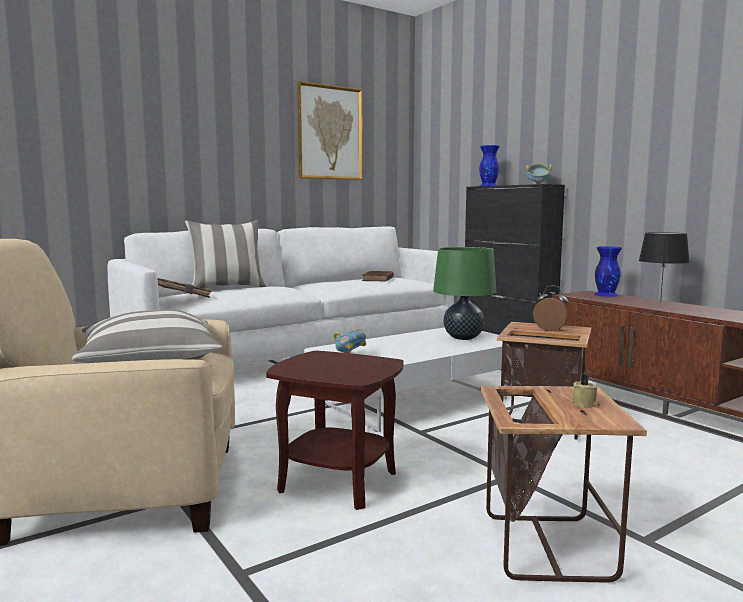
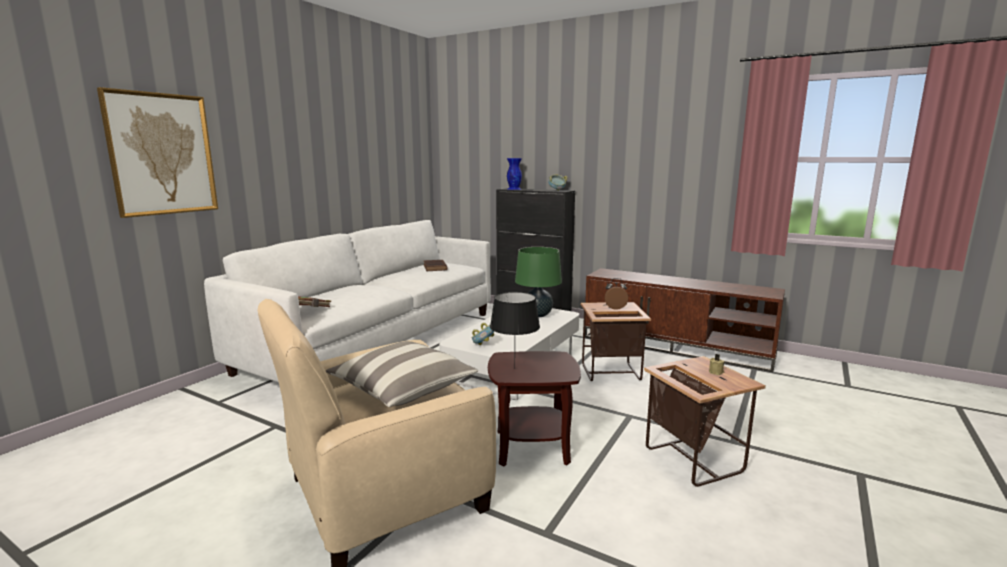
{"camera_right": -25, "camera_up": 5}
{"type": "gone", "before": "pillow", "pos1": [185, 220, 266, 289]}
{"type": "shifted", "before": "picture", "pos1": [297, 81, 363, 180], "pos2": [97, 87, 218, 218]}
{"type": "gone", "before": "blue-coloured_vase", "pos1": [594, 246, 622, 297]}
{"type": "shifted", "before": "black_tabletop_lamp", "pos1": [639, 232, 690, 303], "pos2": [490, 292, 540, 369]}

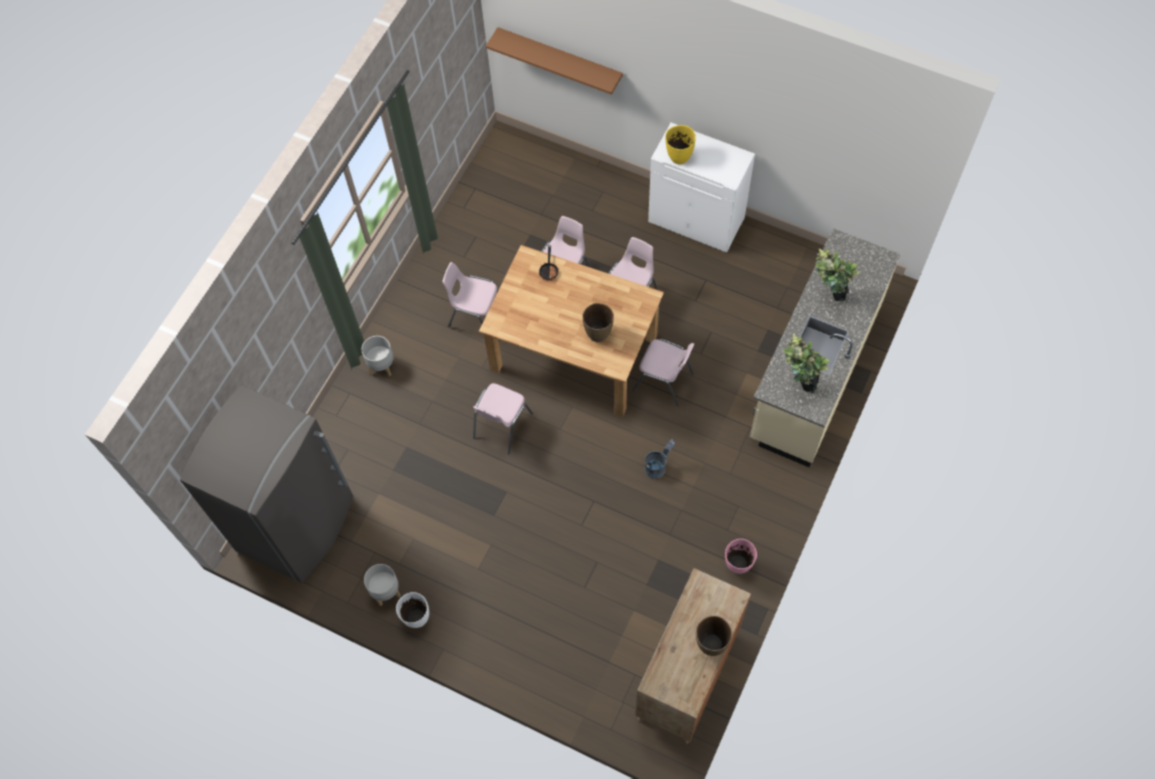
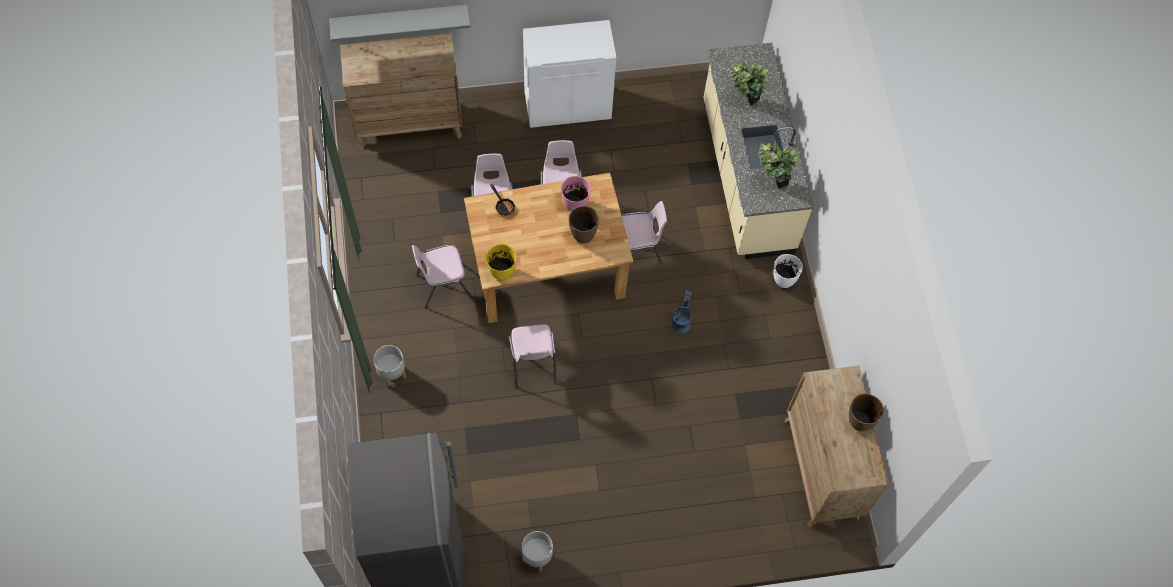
{"camera_right": -40, "camera_up": 0}
{"type": "shifted", "before": "whitish_vase", "pos1": [396, 592, 429, 628], "pos2": [773, 254, 803, 288]}
{"type": "repainted", "before": "brown_shelf", "after": "grey_shelf", "pos1": [486, 27, 623, 95], "pos2": [329, 5, 470, 42]}
{"type": "shifted", "before": "yellow-coloured_vase", "pos1": [665, 125, 696, 164], "pos2": [486, 244, 516, 280]}
{"type": "shifted", "before": "pink_vase", "pos1": [725, 539, 757, 574], "pos2": [561, 176, 591, 211]}
{"type": "new", "after": "brown_drawer_chest", "pos2": [340, 34, 462, 149]}

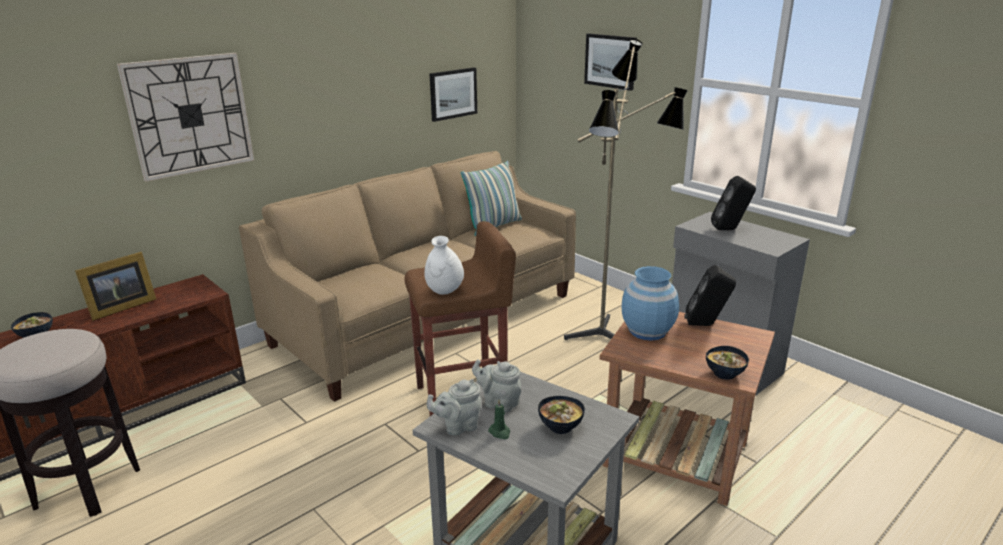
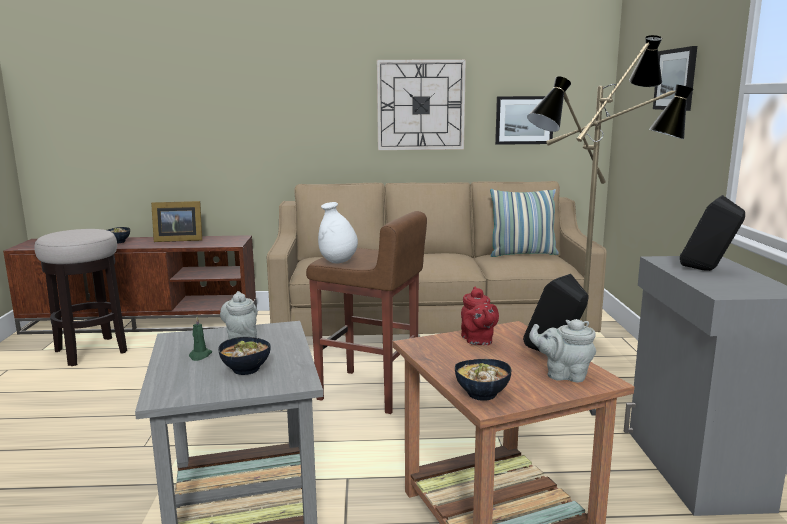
{"camera_right": 40, "camera_up": -10}
{"type": "shifted", "before": "clock_on_the_wall", "pos1": [117, 53, 254, 182], "pos2": [377, 59, 466, 150]}
{"type": "shifted", "before": "grey_pot_for_tea", "pos1": [427, 379, 481, 435], "pos2": [529, 319, 596, 382]}
{"type": "swapped", "before": "blue-coloured_vase", "after": "red_pot_for_tea", "pos1": [622, 266, 679, 341], "pos2": [461, 287, 499, 345]}

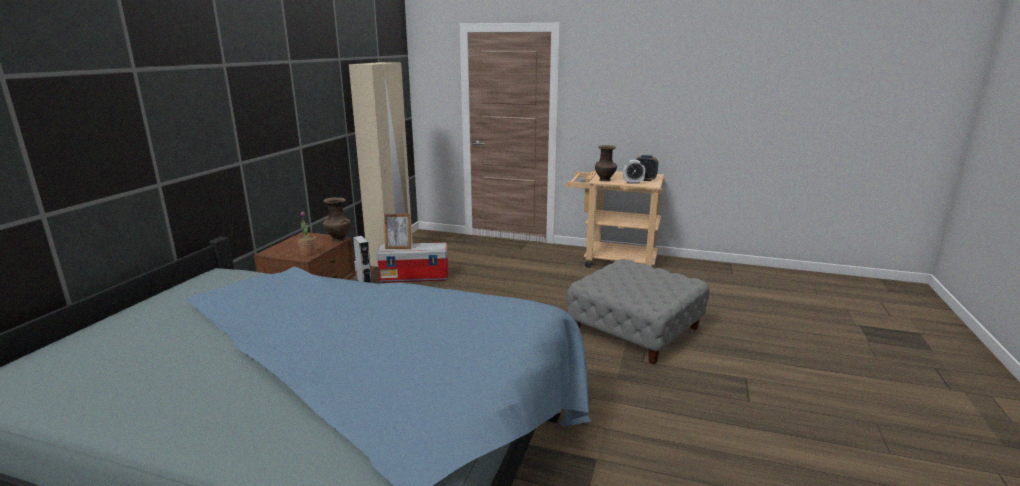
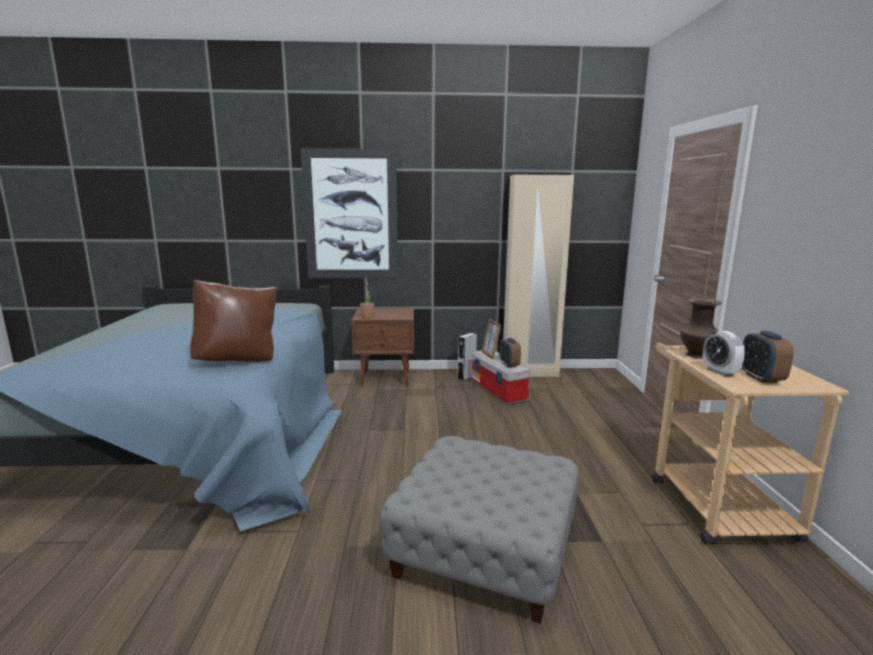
{"camera_right": 70, "camera_up": -5}
{"type": "gone", "before": "brown_vase", "pos1": [323, 197, 351, 241]}
{"type": "new", "after": "brown_pillow", "pos2": [190, 279, 277, 362]}
{"type": "new", "after": "picture", "pos2": [301, 148, 398, 278]}
{"type": "new", "after": "table_clock", "pos2": [500, 338, 521, 368]}

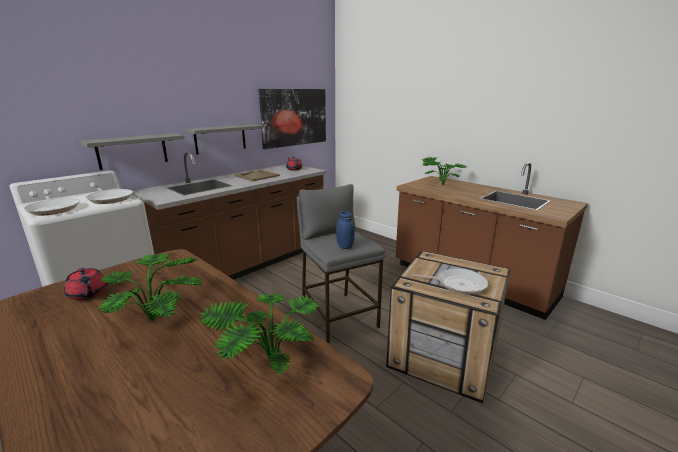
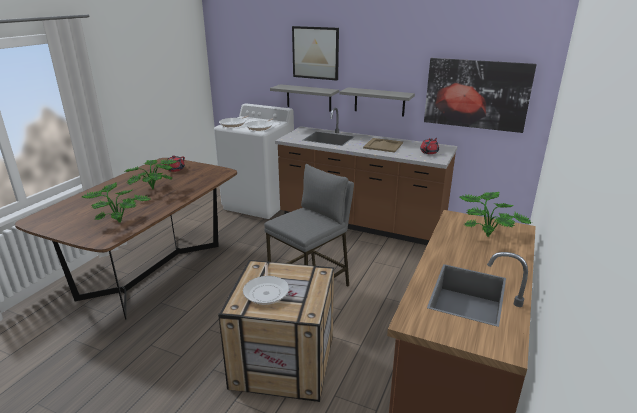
{"camera_right": 70, "camera_up": 5}
{"type": "gone", "before": "blue-coloured_preserve_jar", "pos1": [336, 211, 355, 249]}
{"type": "new", "after": "picture", "pos2": [292, 26, 339, 81]}

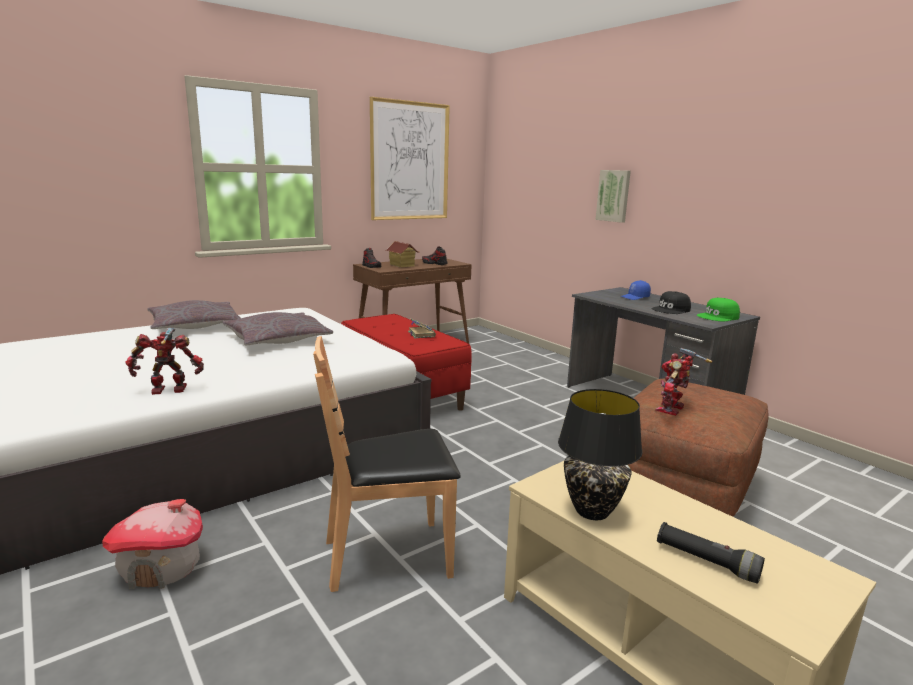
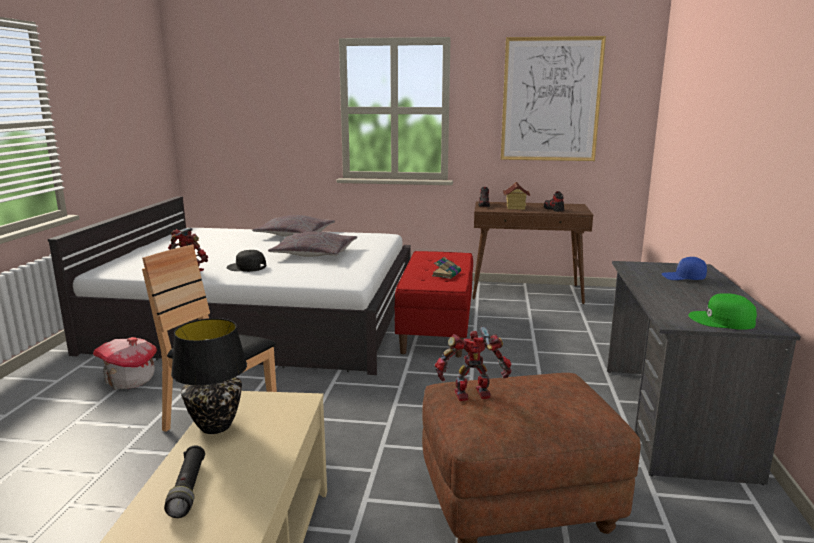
{"camera_right": 45, "camera_up": 0}
{"type": "gone", "before": "picture", "pos1": [596, 170, 631, 223]}
{"type": "shifted", "before": "black_cap", "pos1": [652, 291, 691, 314], "pos2": [226, 250, 266, 272]}

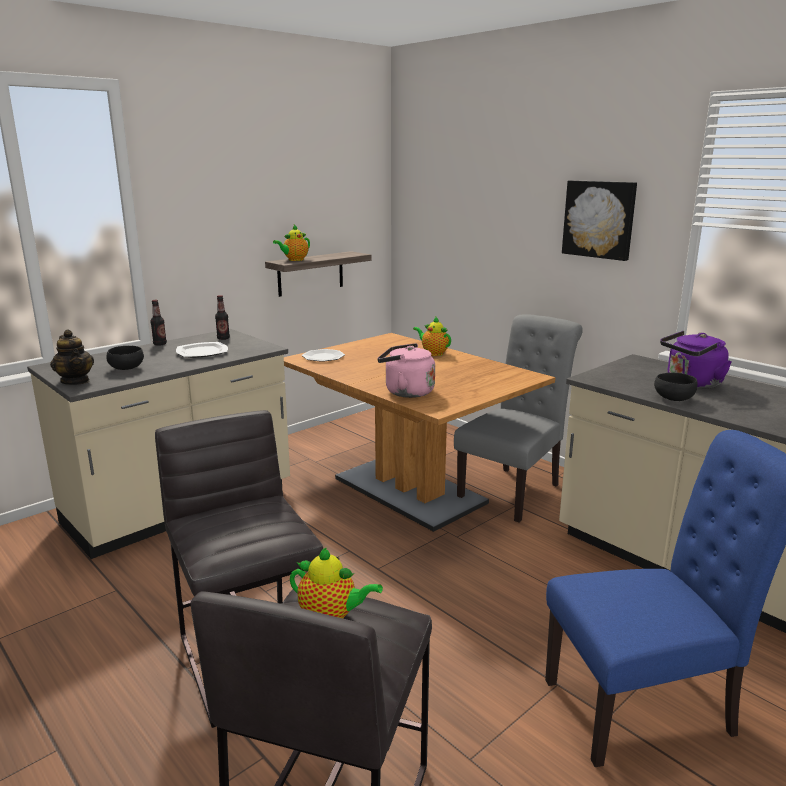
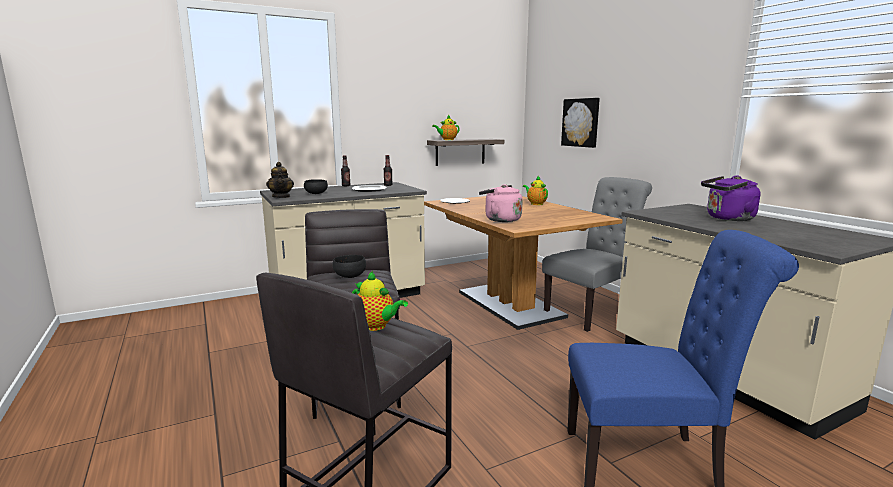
{"camera_right": 15, "camera_up": -5}
{"type": "shifted", "before": "picture", "pos1": [562, 180, 637, 261], "pos2": [561, 98, 600, 148]}
{"type": "shifted", "before": "black_deep_dish", "pos1": [654, 373, 698, 401], "pos2": [332, 255, 366, 278]}

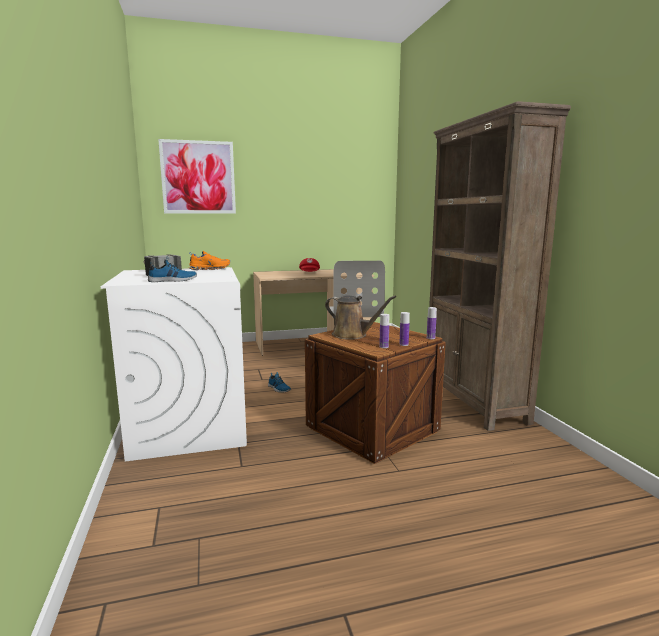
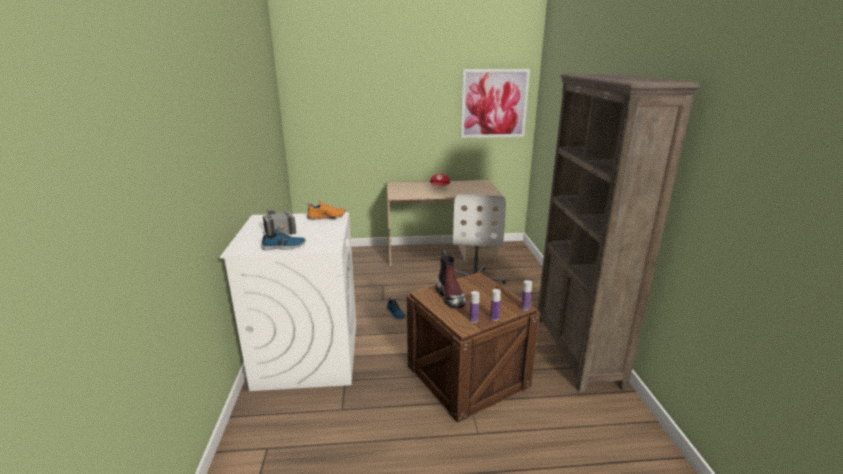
{"camera_right": 10, "camera_up": 10}
{"type": "shifted", "before": "picture", "pos1": [158, 139, 236, 213], "pos2": [461, 69, 530, 138]}
{"type": "swapped", "before": "brown_sprinkling_can", "after": "boot", "pos1": [325, 295, 396, 340], "pos2": [436, 250, 466, 308]}

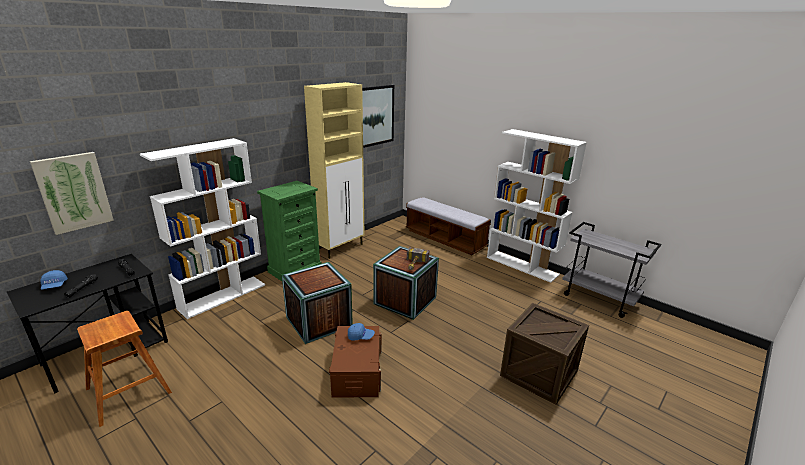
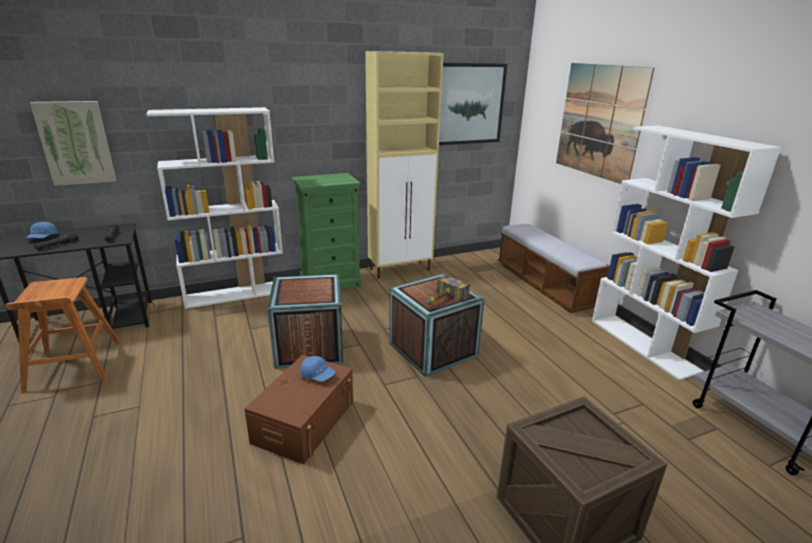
{"camera_right": 25, "camera_up": 0}
{"type": "new", "after": "picture", "pos2": [556, 63, 654, 184]}

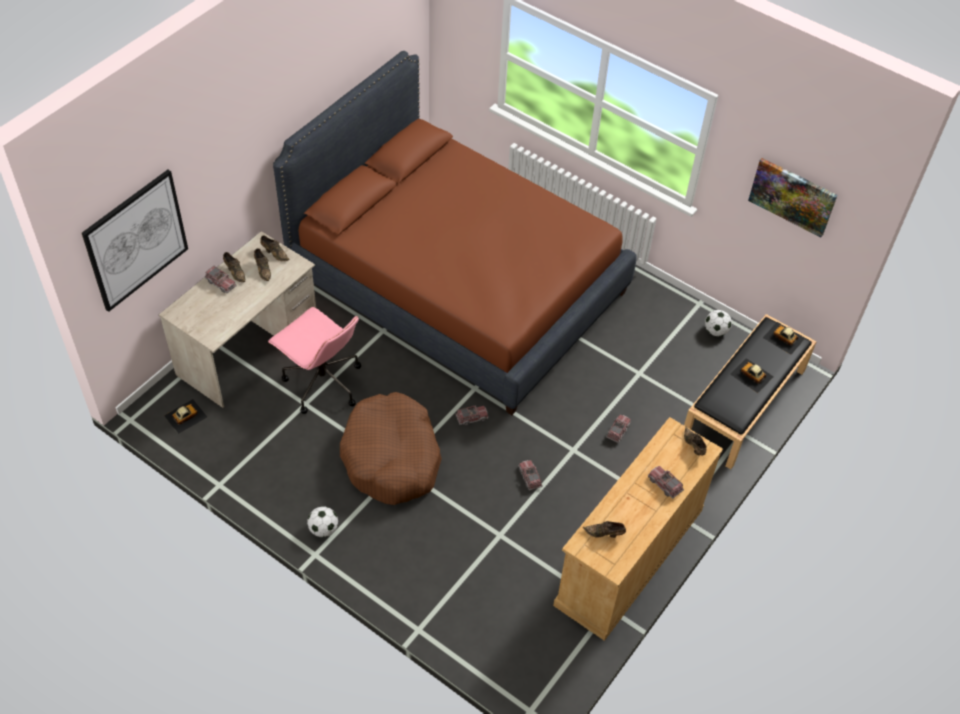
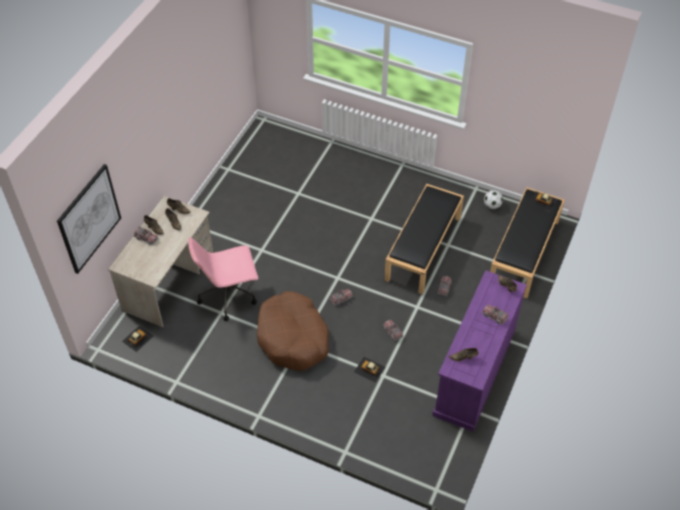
{"camera_right": -10, "camera_up": 0}
{"type": "rotated", "before": "pink_computer_chair", "pos1": [268, 307, 361, 414], "pos2": [188, 237, 258, 321], "turn": 135}
{"type": "gone", "before": "brown_bedroom_bed", "pos1": [273, 51, 637, 415]}
{"type": "gone", "before": "ball_for_football", "pos1": [307, 506, 338, 537]}
{"type": "repainted", "before": "beige_drawer_chest", "after": "purple_drawer_chest", "pos1": [553, 417, 723, 641], "pos2": [432, 270, 527, 432]}
{"type": "shifted", "before": "miniature_car", "pos1": [730, 358, 774, 393], "pos2": [354, 357, 386, 383]}
{"type": "gone", "before": "picture", "pos1": [748, 158, 838, 238]}
{"type": "new", "after": "black_indoor_bench", "pos2": [384, 184, 464, 294]}

